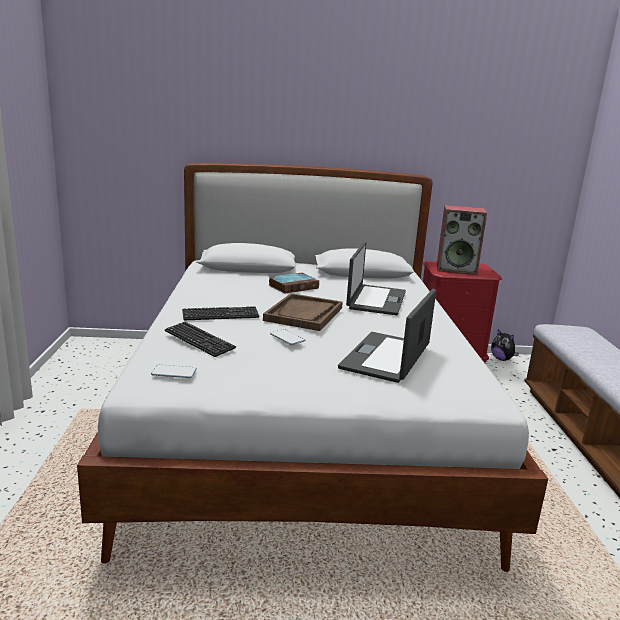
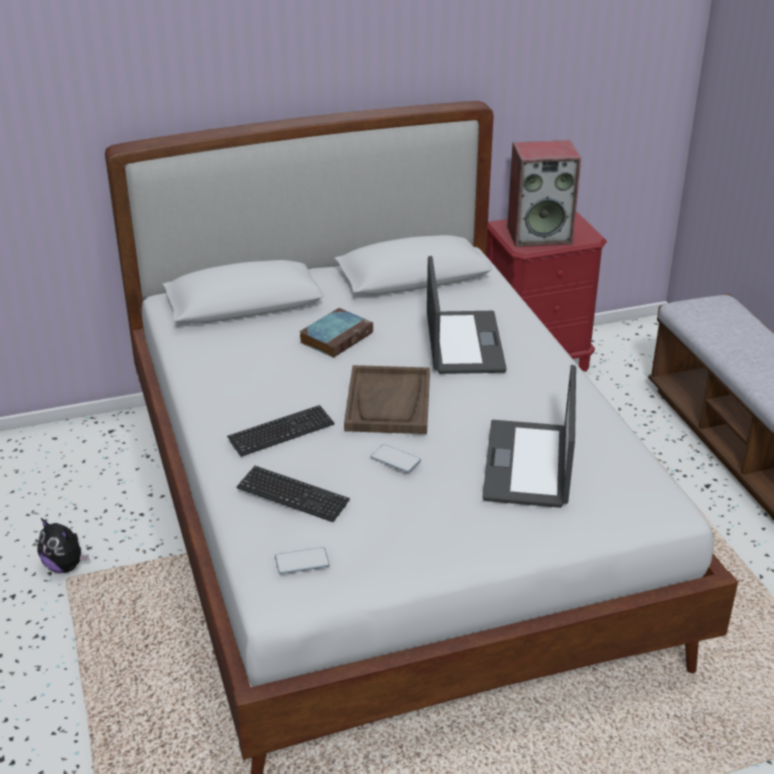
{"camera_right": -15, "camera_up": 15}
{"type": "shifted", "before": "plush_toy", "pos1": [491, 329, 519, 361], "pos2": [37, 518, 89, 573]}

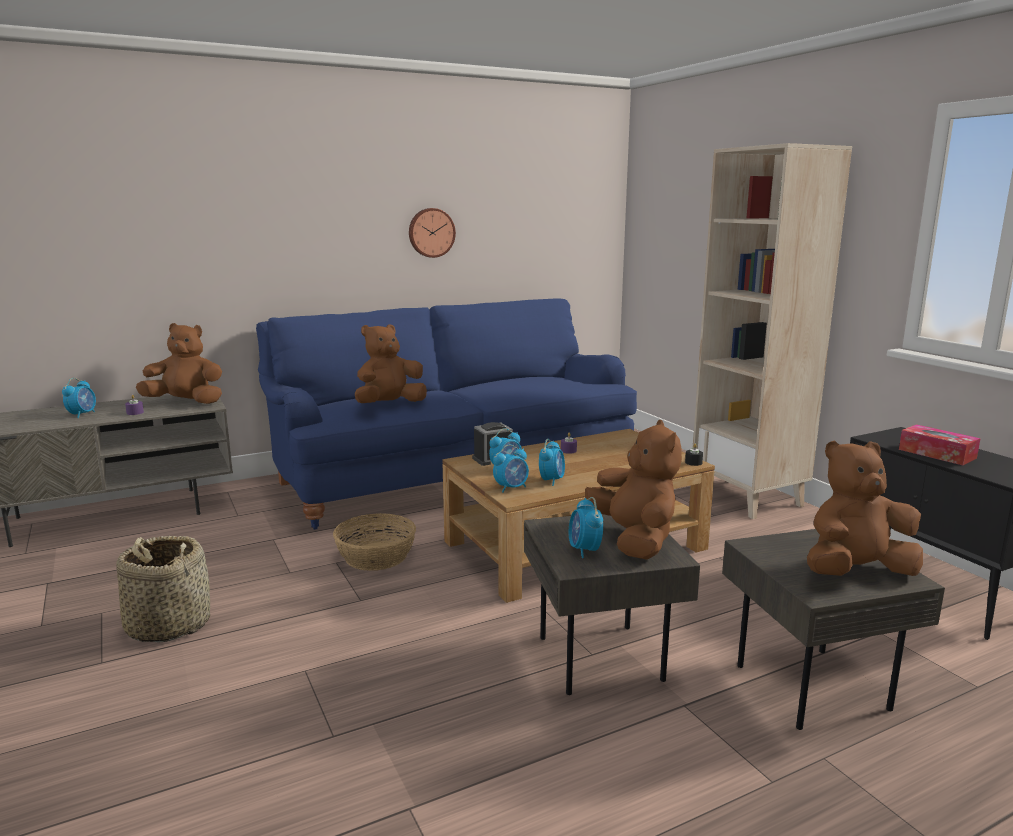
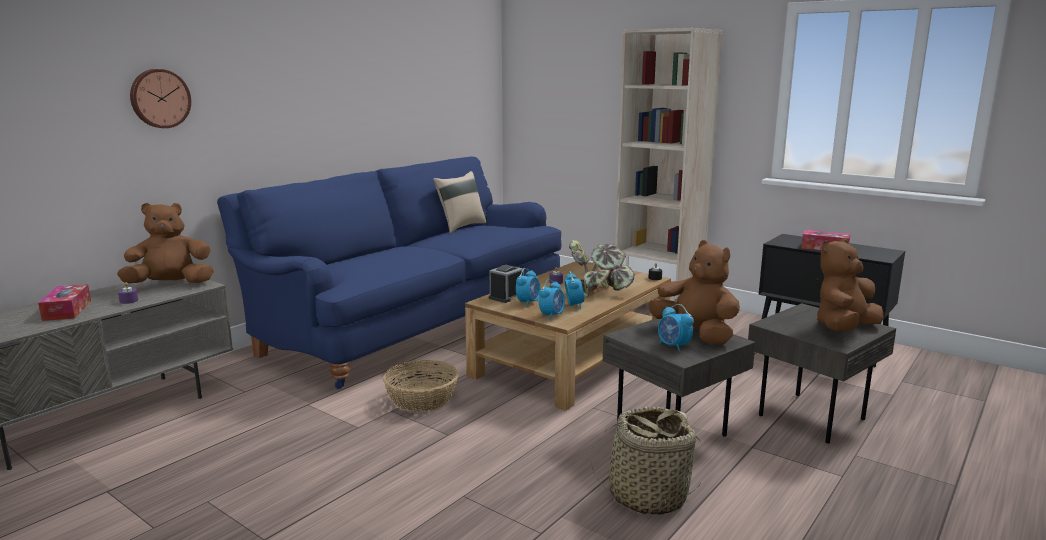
{"camera_right": -25, "camera_up": 0}
{"type": "swapped", "before": "table_clock", "after": "box_of_tissues", "pos1": [62, 378, 96, 418], "pos2": [38, 284, 91, 321]}
{"type": "shifted", "before": "storage_basket", "pos1": [116, 536, 210, 643], "pos2": [591, 406, 702, 515]}
{"type": "gone", "before": "brown_plush_toy", "pos1": [355, 324, 427, 403]}
{"type": "shifted", "before": "clock_on_the_wall", "pos1": [409, 208, 456, 258], "pos2": [130, 69, 191, 128]}
{"type": "new", "after": "beige_pillow", "pos2": [433, 171, 486, 233]}
{"type": "new", "after": "potted_plant", "pos2": [569, 240, 635, 297]}

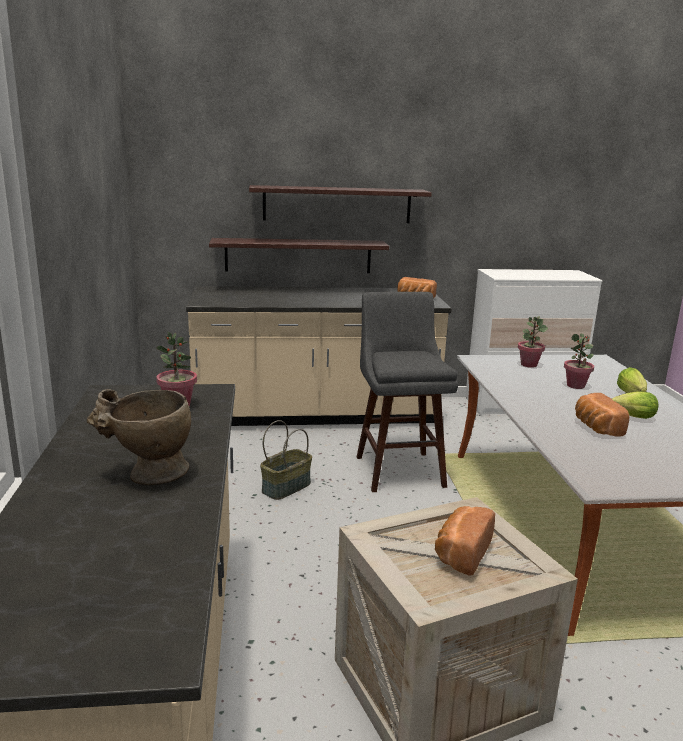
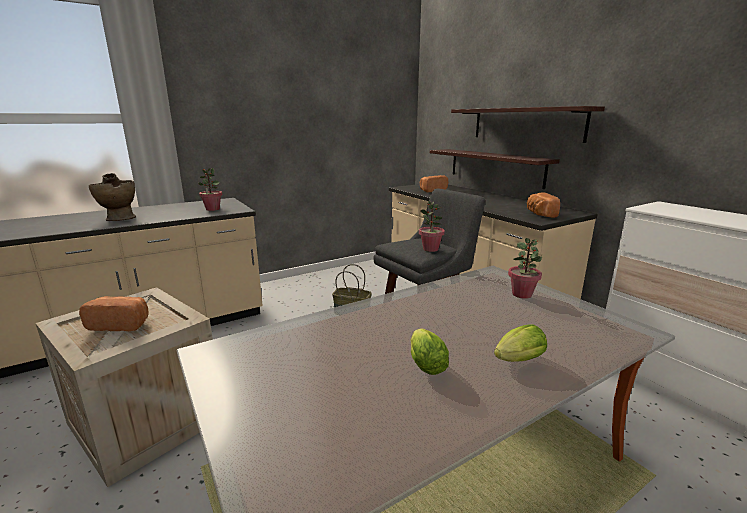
{"camera_right": 65, "camera_up": 0}
{"type": "shifted", "before": "potted_plant", "pos1": [564, 333, 594, 389], "pos2": [419, 201, 445, 252]}
{"type": "shifted", "before": "baked_bread", "pos1": [575, 393, 629, 437], "pos2": [420, 175, 448, 192]}

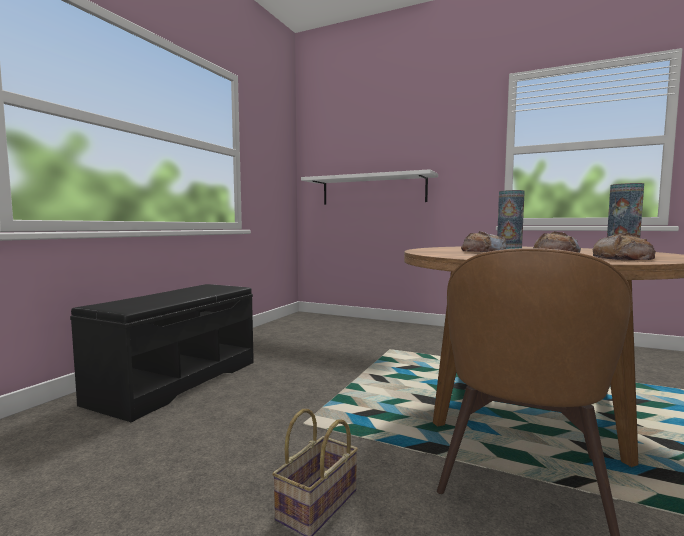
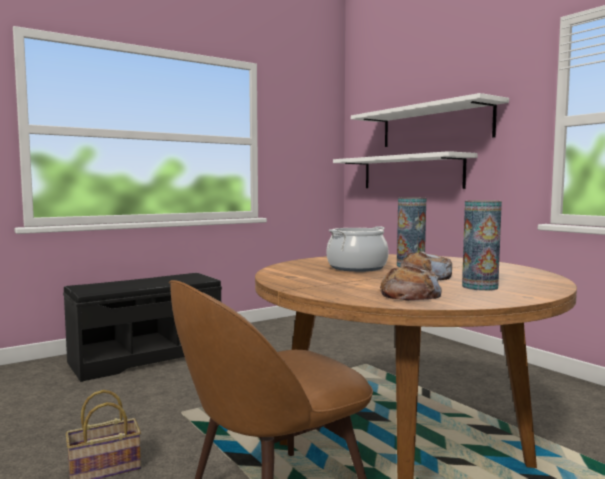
{"camera_right": 30, "camera_up": 0}
{"type": "swapped", "before": "baked_bread", "after": "cooking_pot", "pos1": [461, 231, 506, 252], "pos2": [327, 226, 389, 272]}
{"type": "new", "after": "whitish_shelf", "pos2": [351, 93, 509, 147]}

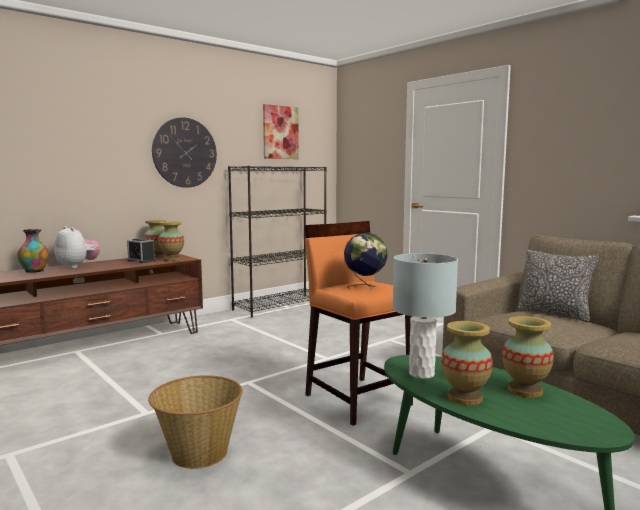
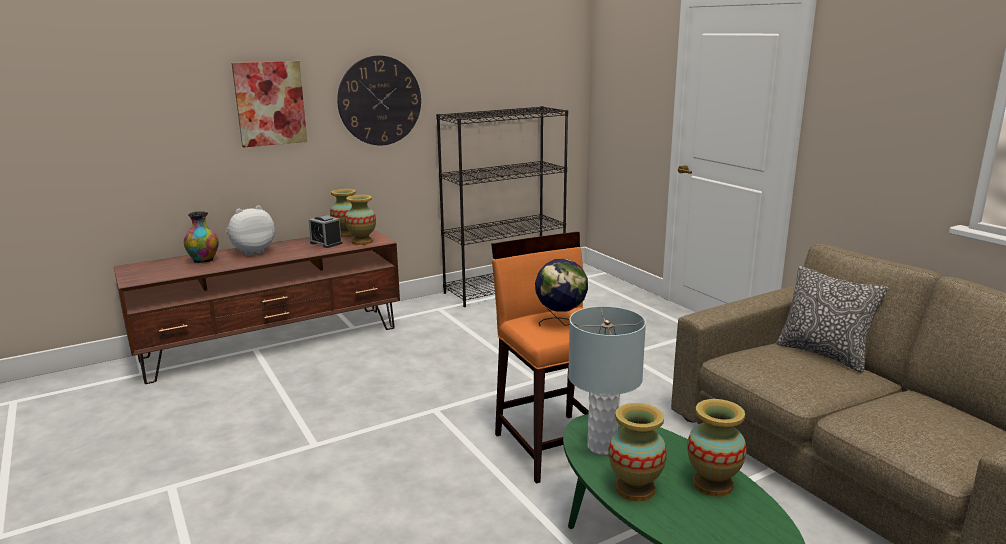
{"camera_right": 10, "camera_up": 10}
{"type": "rotated", "before": "plush_toy", "pos1": [54, 226, 100, 268], "pos2": [226, 205, 275, 256], "turn": -90}
{"type": "gone", "before": "storage_basket", "pos1": [148, 375, 243, 469]}
{"type": "shifted", "before": "picture", "pos1": [263, 104, 299, 159], "pos2": [232, 61, 307, 148]}

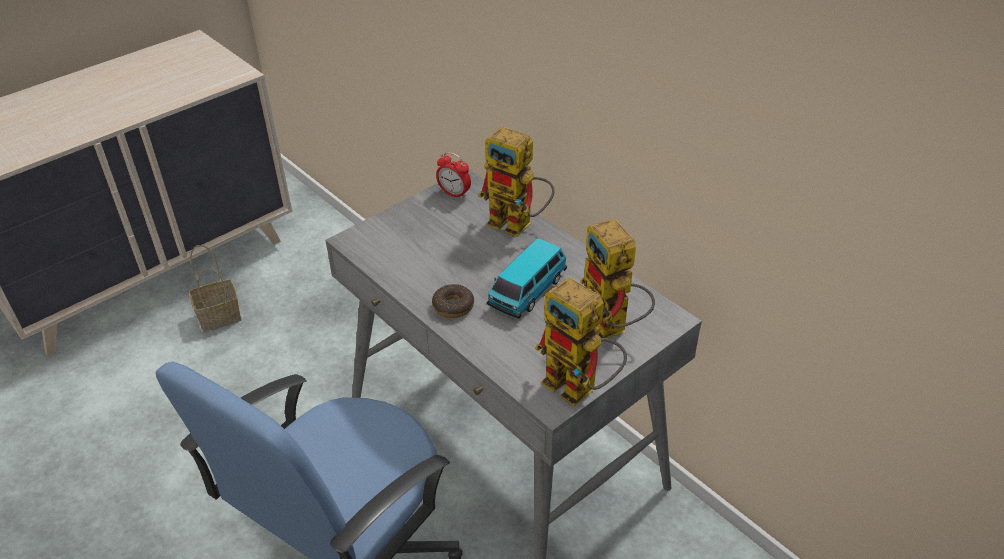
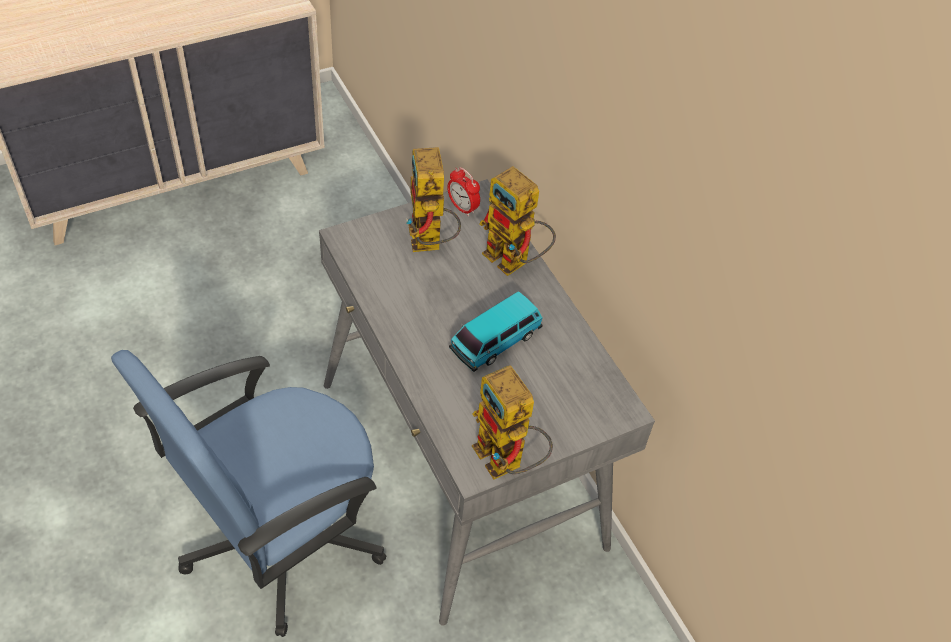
{"camera_right": 10, "camera_up": 10}
{"type": "gone", "before": "storage_basket", "pos1": [189, 245, 242, 332]}
{"type": "gone", "before": "doughnut", "pos1": [432, 284, 474, 318]}
{"type": "shifted", "before": "toy_robot", "pos1": [580, 218, 655, 338], "pos2": [406, 147, 461, 252]}

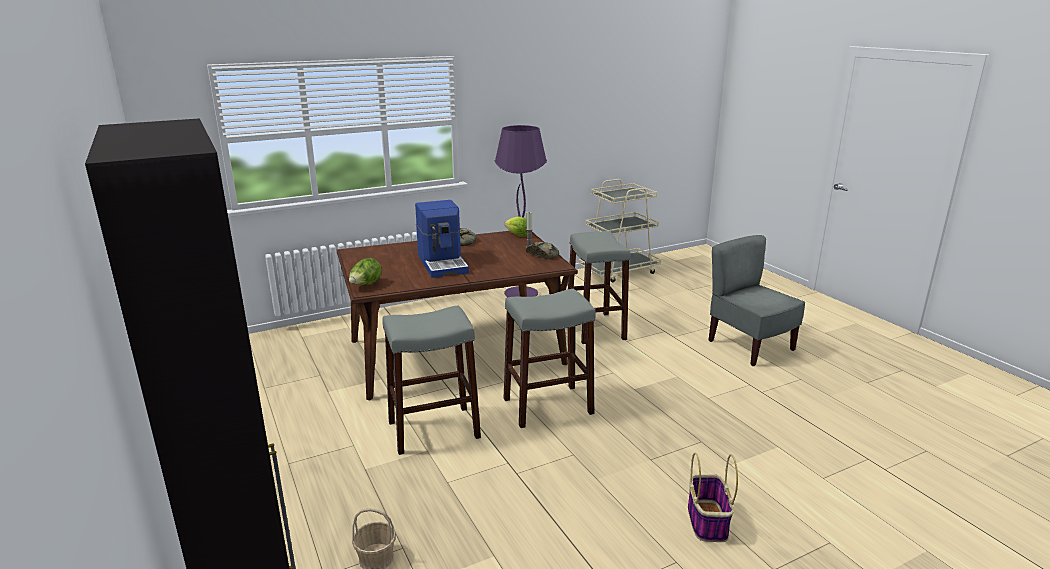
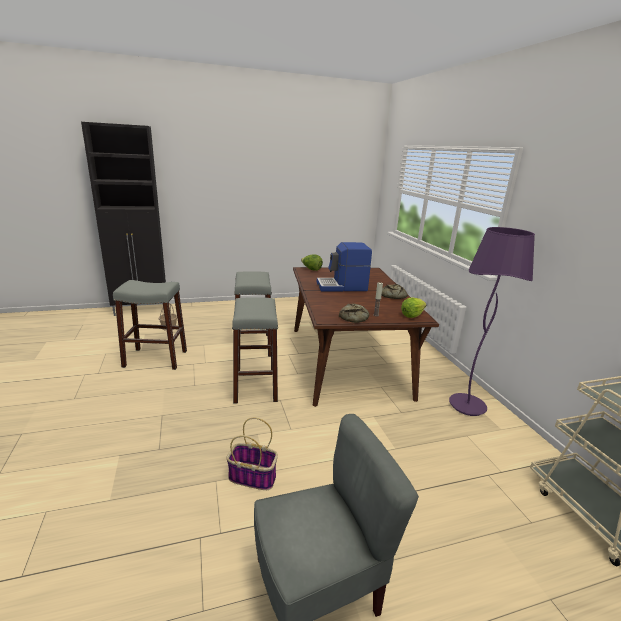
{"camera_right": 100, "camera_up": 0}
{"type": "shifted", "before": "grey_sitting_stool", "pos1": [568, 231, 630, 344], "pos2": [113, 280, 187, 370]}
{"type": "shifted", "before": "storage_basket", "pos1": [688, 453, 738, 542], "pos2": [226, 418, 278, 490]}

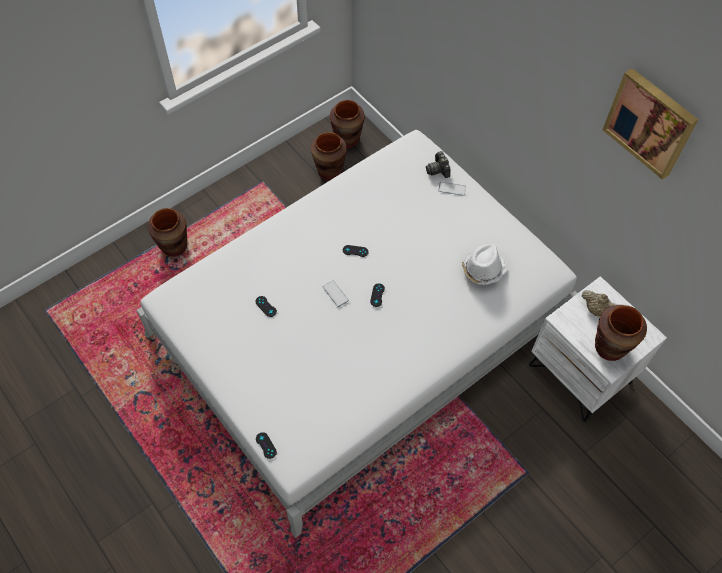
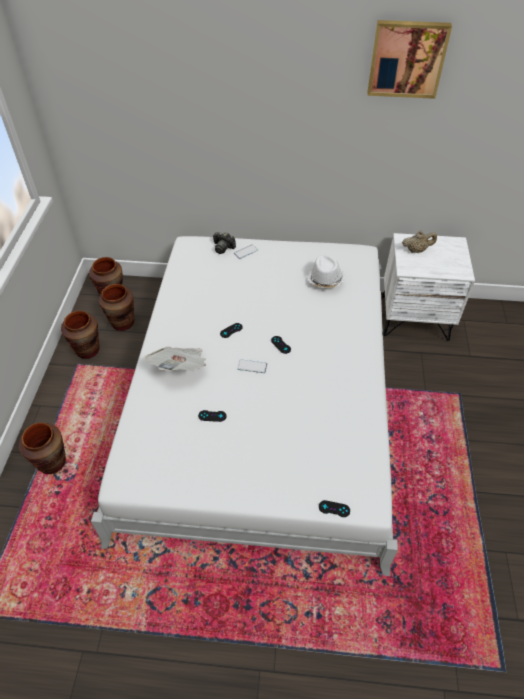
{"camera_right": -45, "camera_up": -10}
{"type": "shifted", "before": "brown_vase", "pos1": [595, 305, 647, 361], "pos2": [61, 311, 100, 359]}
{"type": "new", "after": "daily_paper", "pos2": [146, 347, 206, 371]}

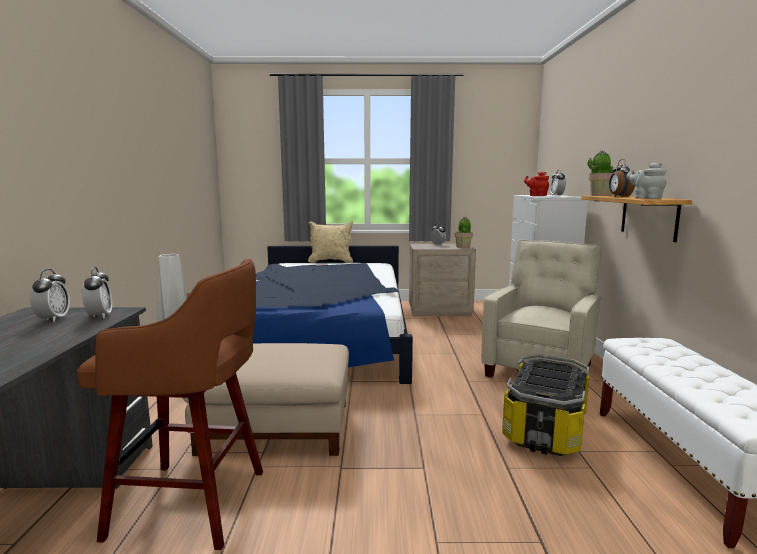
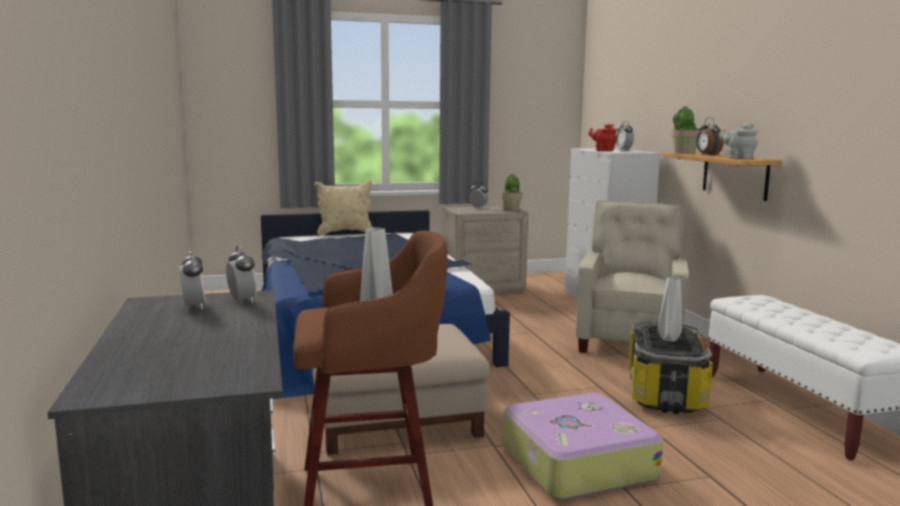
{"camera_right": -15, "camera_up": 0}
{"type": "new", "after": "suitcase", "pos2": [503, 393, 663, 500]}
{"type": "new", "after": "grey_vase", "pos2": [658, 278, 682, 342]}

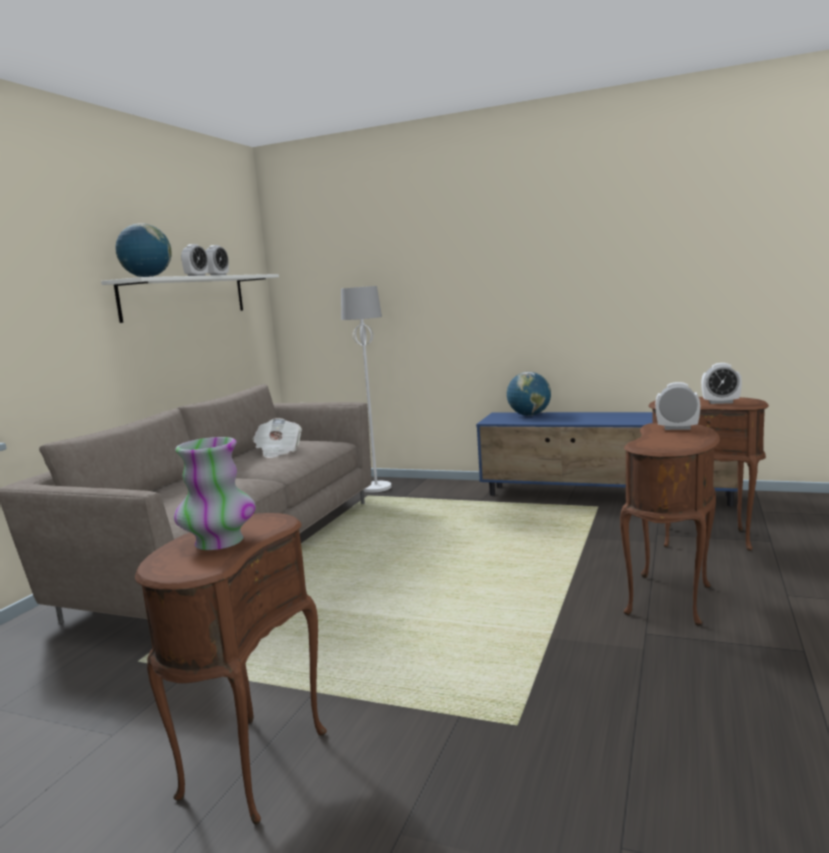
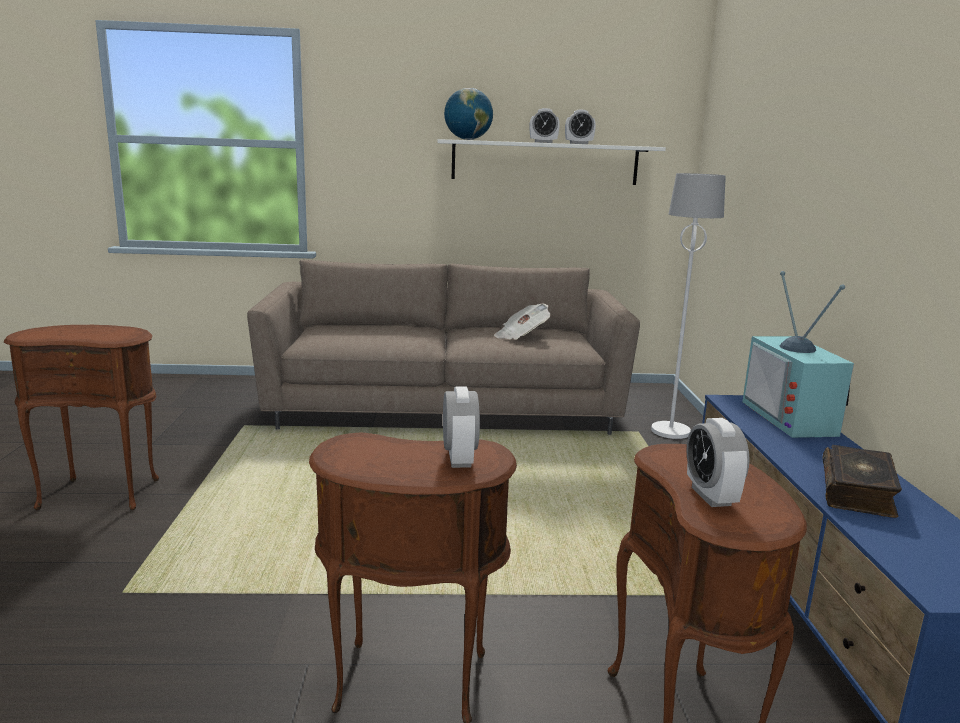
{"camera_right": 65, "camera_up": 5}
{"type": "gone", "before": "vase", "pos1": [174, 437, 256, 550]}
{"type": "swapped", "before": "desk_globe", "after": "TV", "pos1": [507, 372, 551, 416], "pos2": [742, 271, 854, 438]}
{"type": "new", "after": "book", "pos2": [822, 445, 902, 518]}

